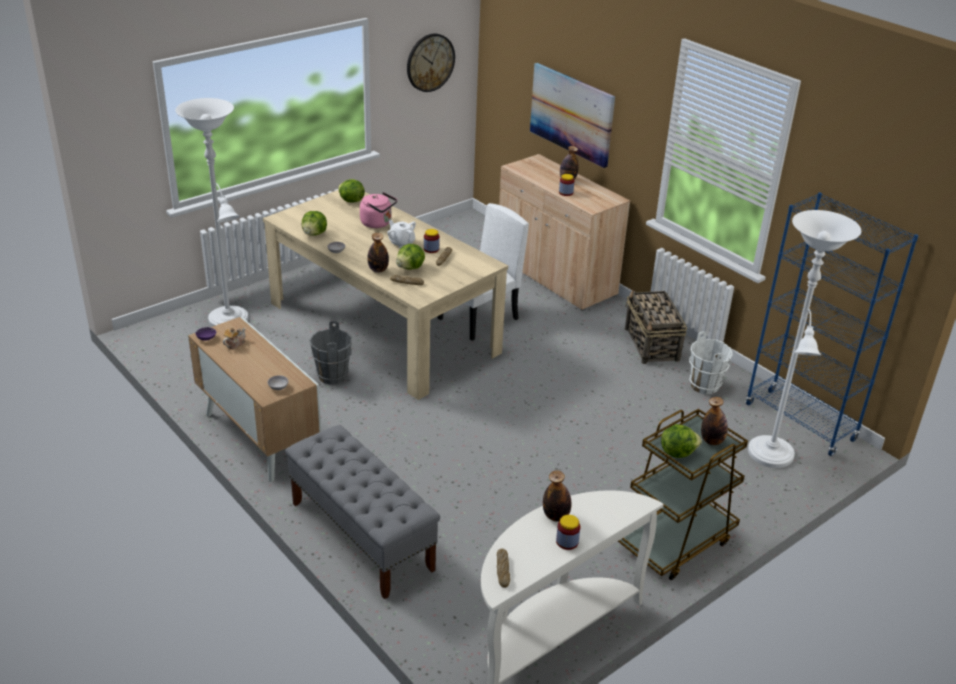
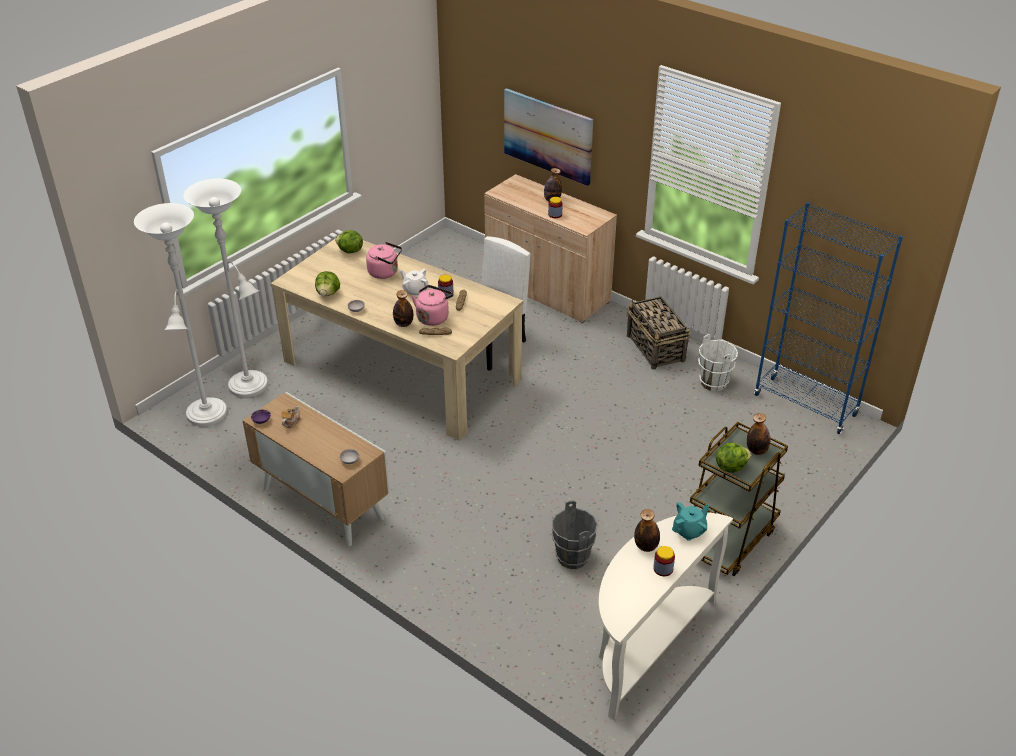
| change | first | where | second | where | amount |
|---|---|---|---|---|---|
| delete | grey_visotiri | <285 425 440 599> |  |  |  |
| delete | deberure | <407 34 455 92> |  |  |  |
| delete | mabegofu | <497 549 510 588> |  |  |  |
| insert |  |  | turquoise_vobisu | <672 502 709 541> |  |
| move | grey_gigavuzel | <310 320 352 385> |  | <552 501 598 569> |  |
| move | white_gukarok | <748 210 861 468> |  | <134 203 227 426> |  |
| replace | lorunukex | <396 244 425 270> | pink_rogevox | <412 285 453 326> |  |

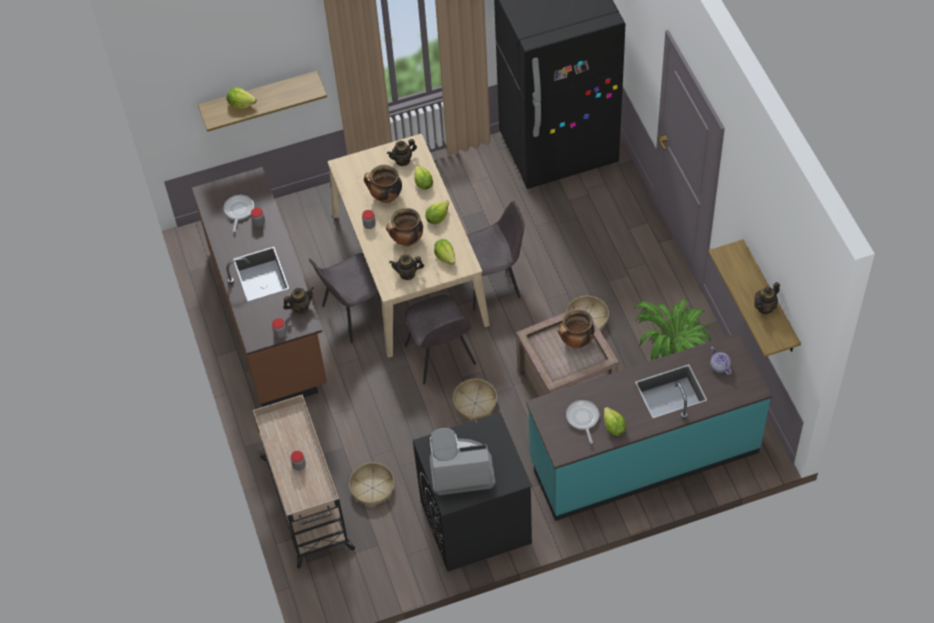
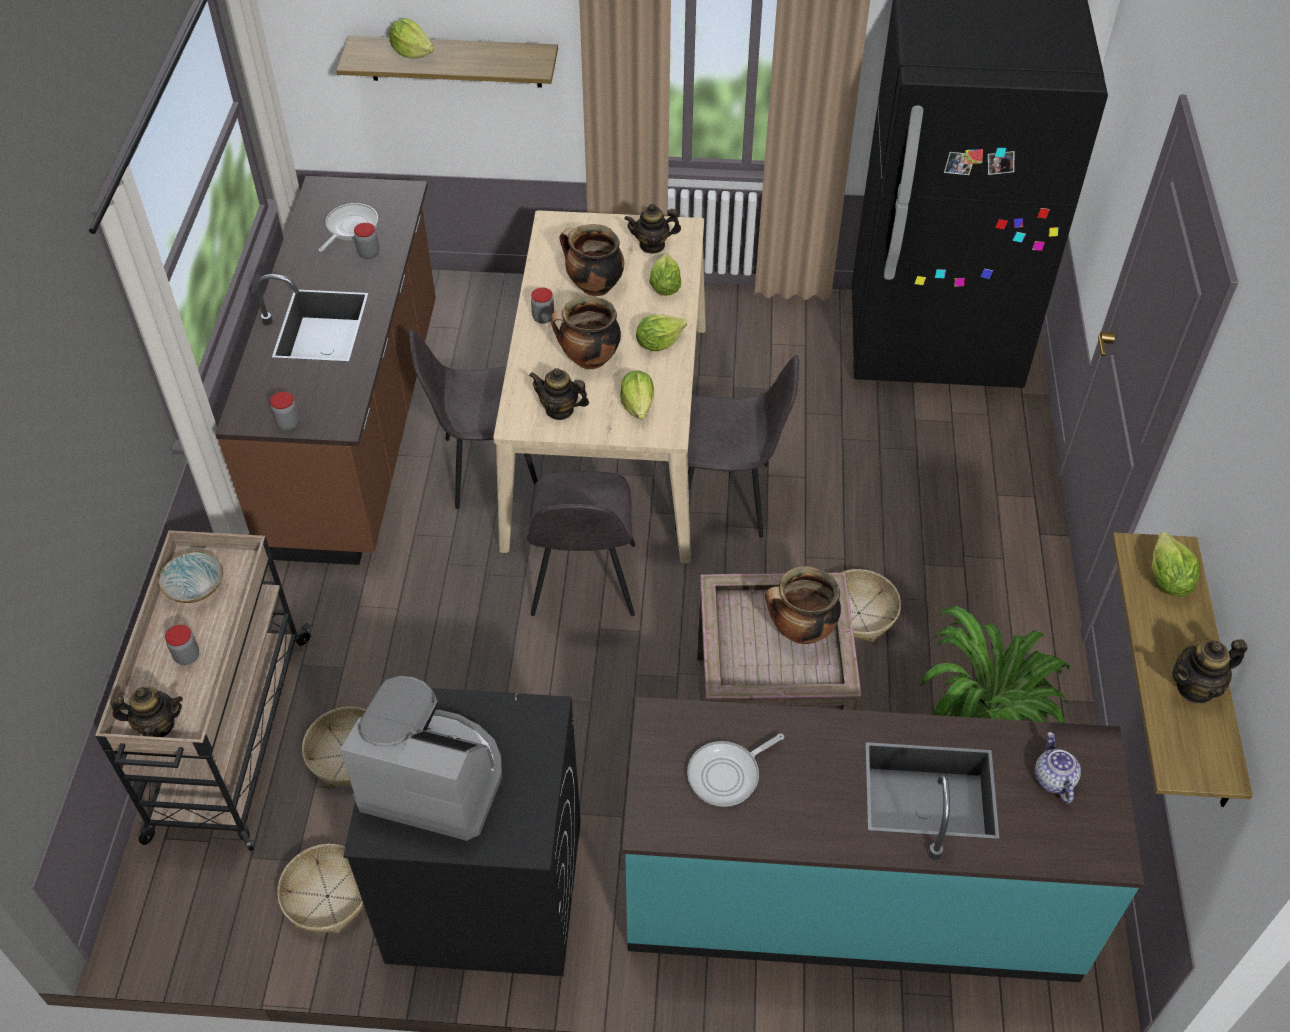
| change | first | where | second | where | amount |
|---|---|---|---|---|---|
| insert |  |  | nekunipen | <159 551 223 603> |  |
| move | vobisu | <283 287 314 313> |  | <110 686 183 737> |  |
| move | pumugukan | <453 379 497 420> |  | <277 844 364 933> |  |
| move | lorunukex | <604 407 626 436> |  | <1152 532 1200 597> |  |
| rotate | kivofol | <566 400 599 444> |  | <687 733 784 807> | 135 degrees counterclockwise |

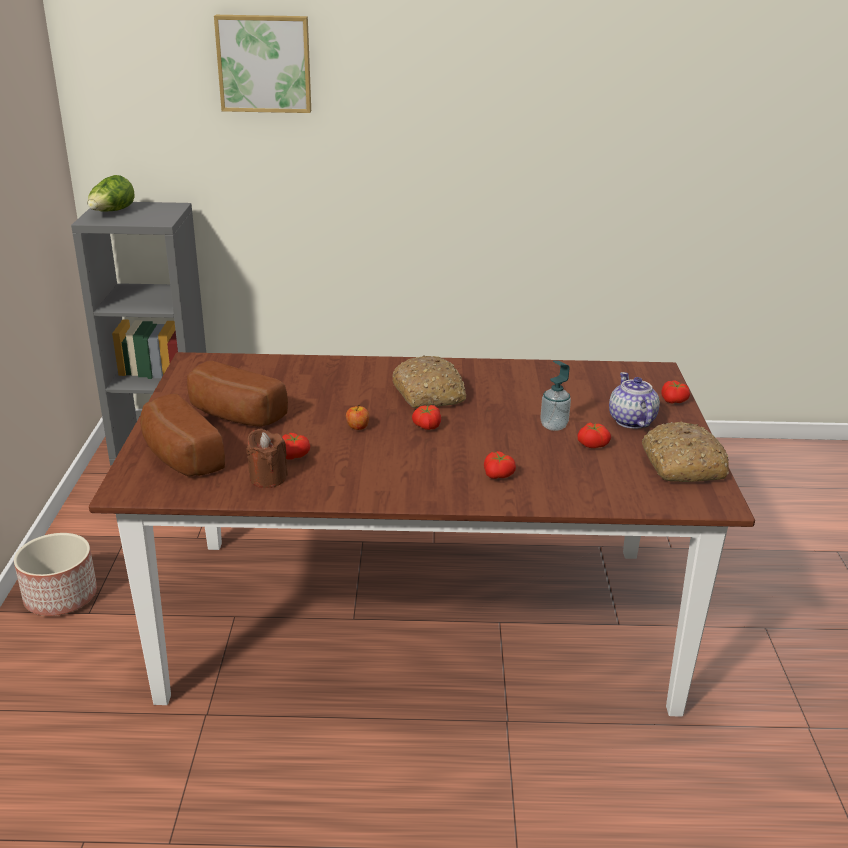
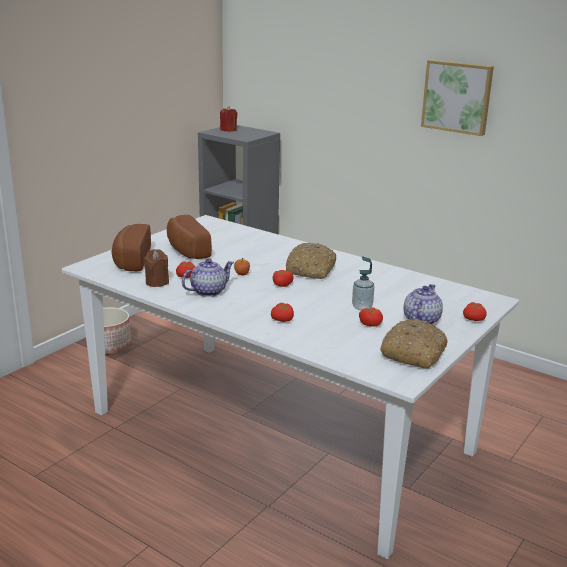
| change | first | where | second | where | amount |
|---|---|---|---|---|---|
| insert |  |  | vobisu | <182 259 234 297> |  |
| move | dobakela | <214 15 311 113> |  | <421 60 494 136> |  |
| replace | lorunukex | <88 175 135 212> | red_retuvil | <220 106 238 132> |  |
| recolor | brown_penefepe | <89 352 755 717> | white_penefepe | <62 215 519 559> |  |

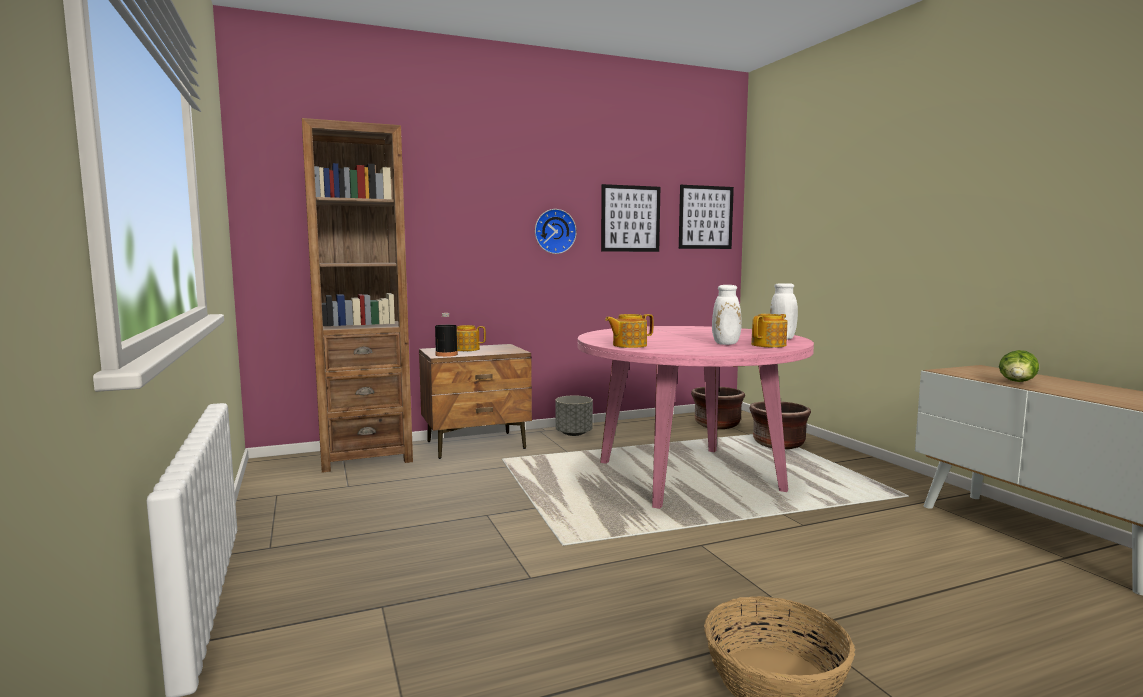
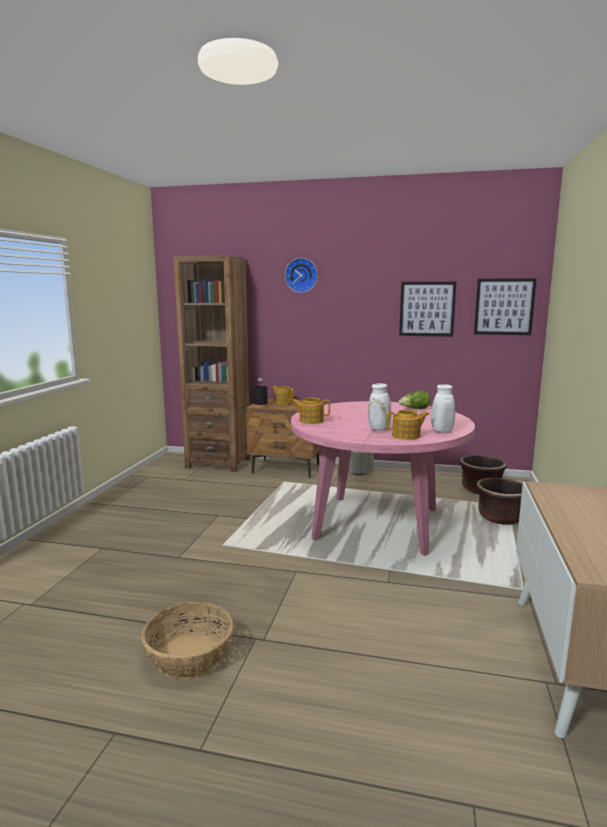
| change | first | where | second | where | amount |
|---|---|---|---|---|---|
| move | deberure | <535 209 577 254> |  | <285 258 318 293> |  |
| move | lorunukex | <999 350 1039 382> |  | <399 391 430 409> |  |

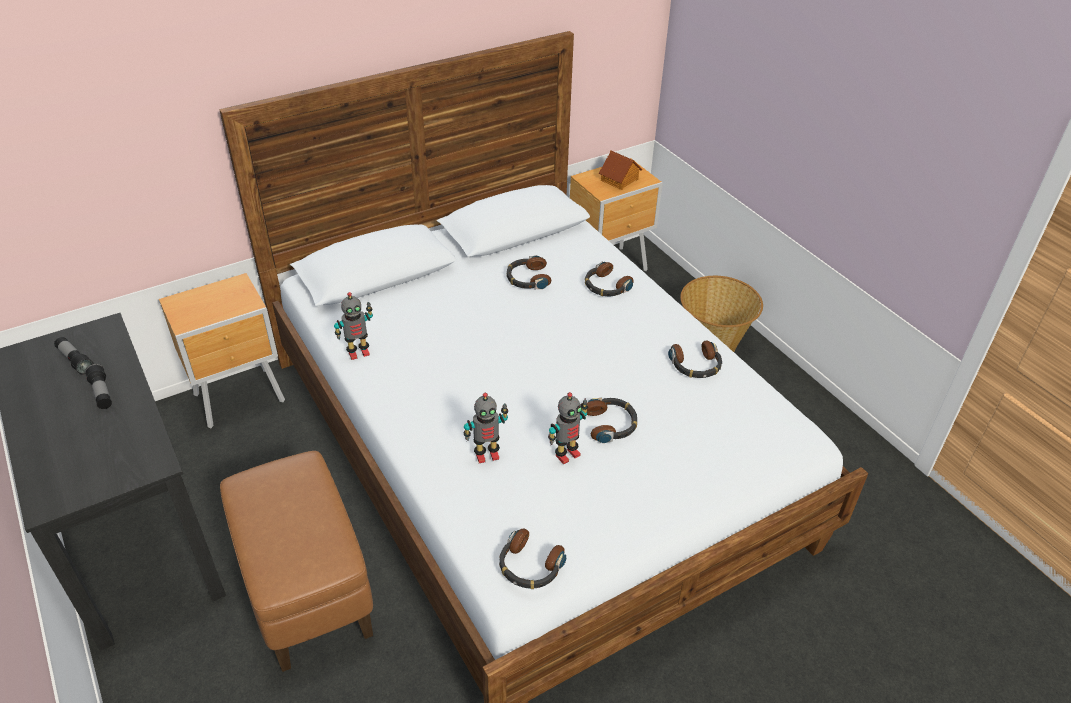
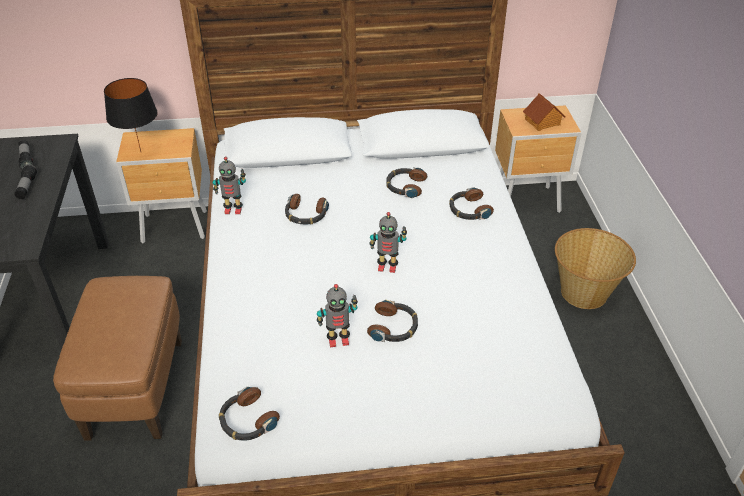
| change | first | where | second | where | amount |
|---|---|---|---|---|---|
| insert |  |  | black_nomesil | <104 78 158 151> |  |
| move | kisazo | <464 393 508 463> |  | <369 212 407 273> |  |
| move | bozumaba | <668 341 722 378> |  | <285 194 329 225> |  |

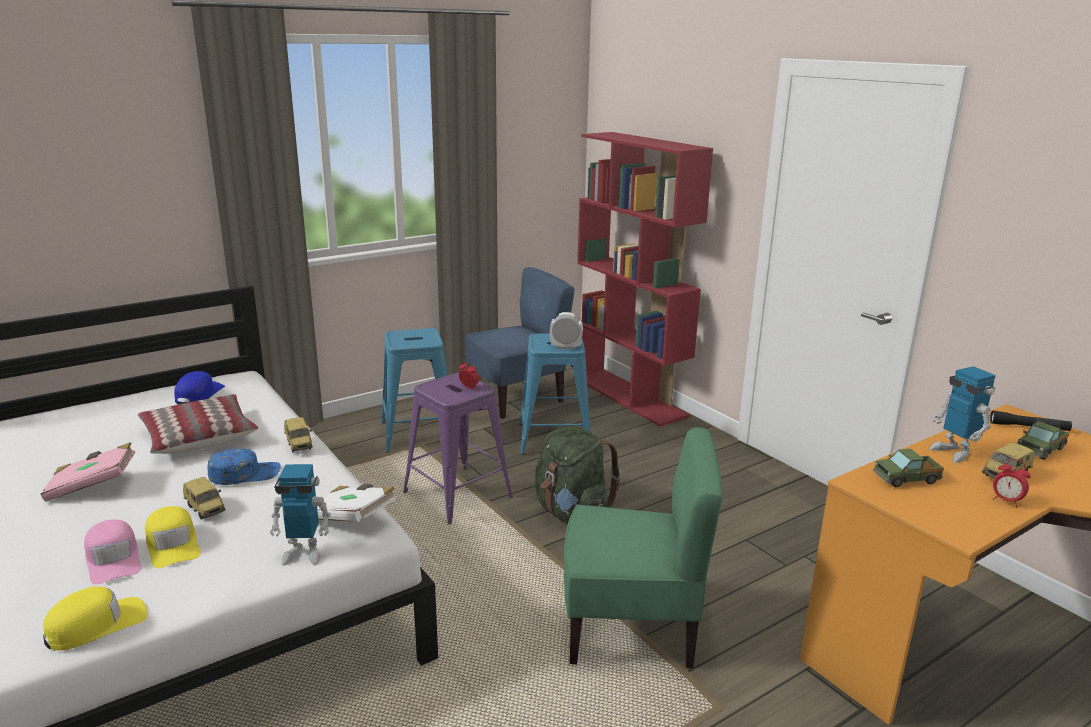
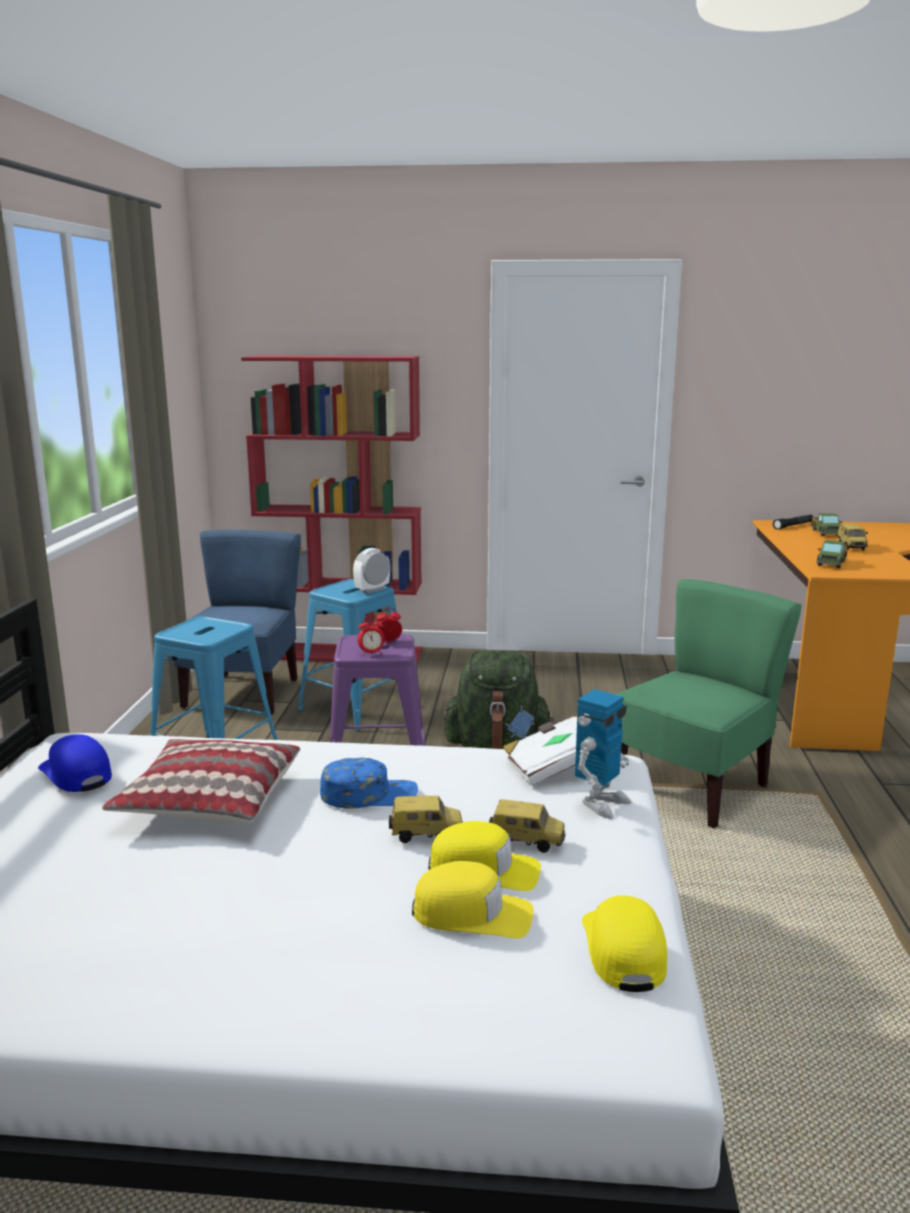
| change | first | where | second | where | amount |
|---|---|---|---|---|---|
| delete | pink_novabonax | <41 442 135 501> |  |  |  |
| delete | kisazo | <929 366 996 463> |  |  |  |
| move | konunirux | <284 417 313 453> |  | <489 800 565 853> |  |
| move | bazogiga | <992 459 1031 507> |  | <358 615 385 656> |  |
| recolor | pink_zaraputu | <84 519 142 584> | yellow_zaraputu | <412 861 533 938> |  |
| rotate | blue_zaraputu | <207 448 281 485> |  | <320 758 418 809> | 60 degrees clockwise |

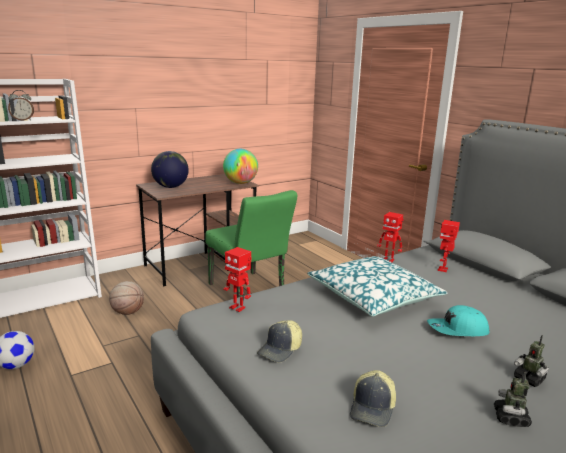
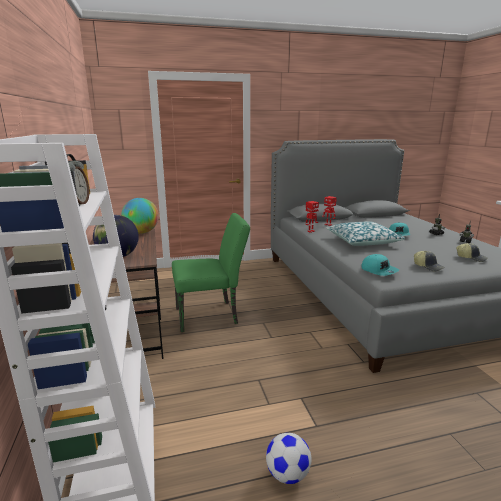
| change | first | where | second | where | amount |
|---|---|---|---|---|---|
| delete | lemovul | <109 281 144 315> |  |  |  |
| replace | kisazo | <224 247 252 312> | turquoise_zaraputu | <361 254 399 276> |  |

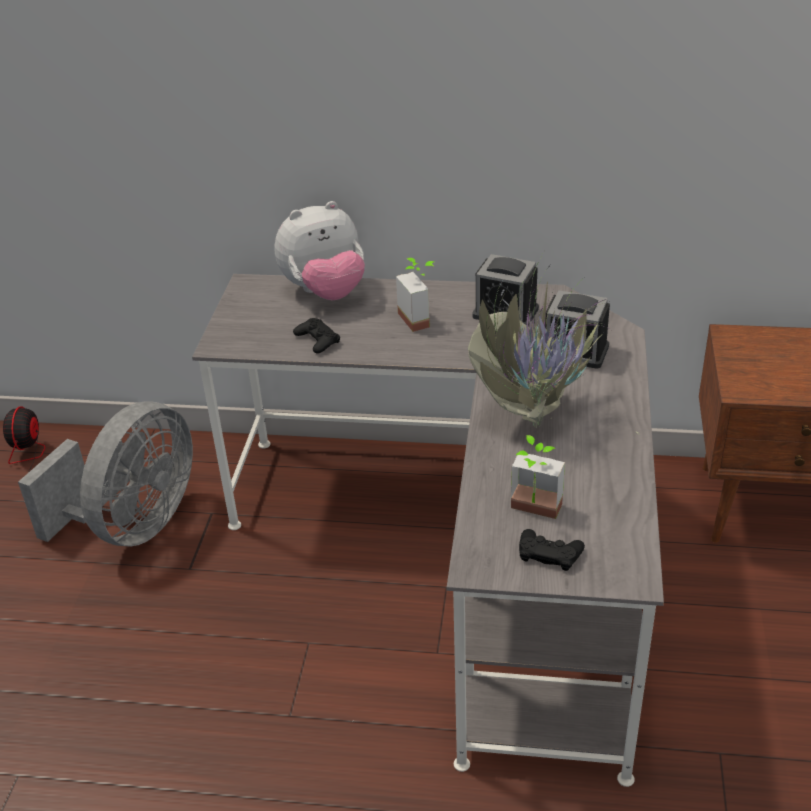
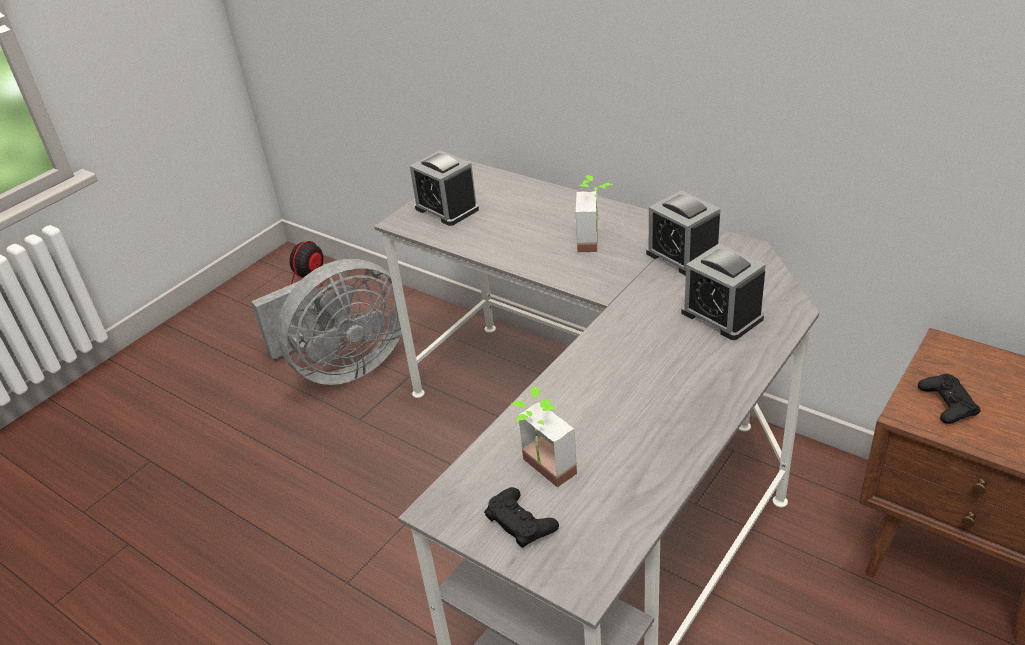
| change | first | where | second | where | amount |
|---|---|---|---|---|---|
| delete | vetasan | <275 201 365 300> |  |  |  |
| delete | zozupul | <468 244 640 435> |  |  |  |
| insert |  |  | bazogiga | <410 150 479 226> |  |
| move | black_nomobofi | <293 318 340 354> |  | <918 374 981 424> |  |

